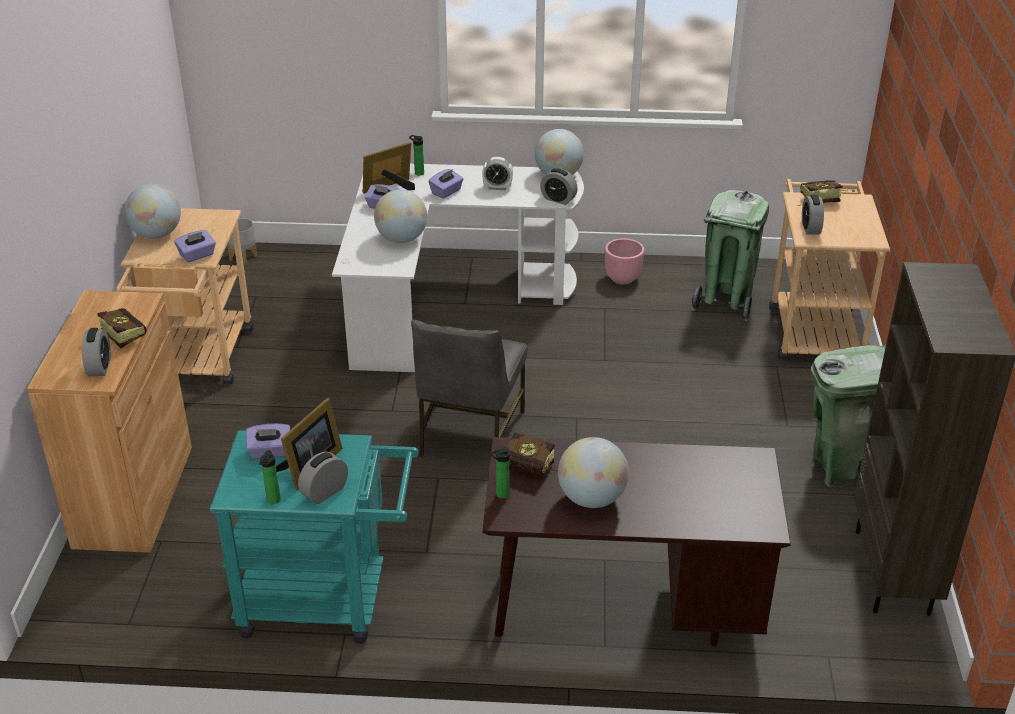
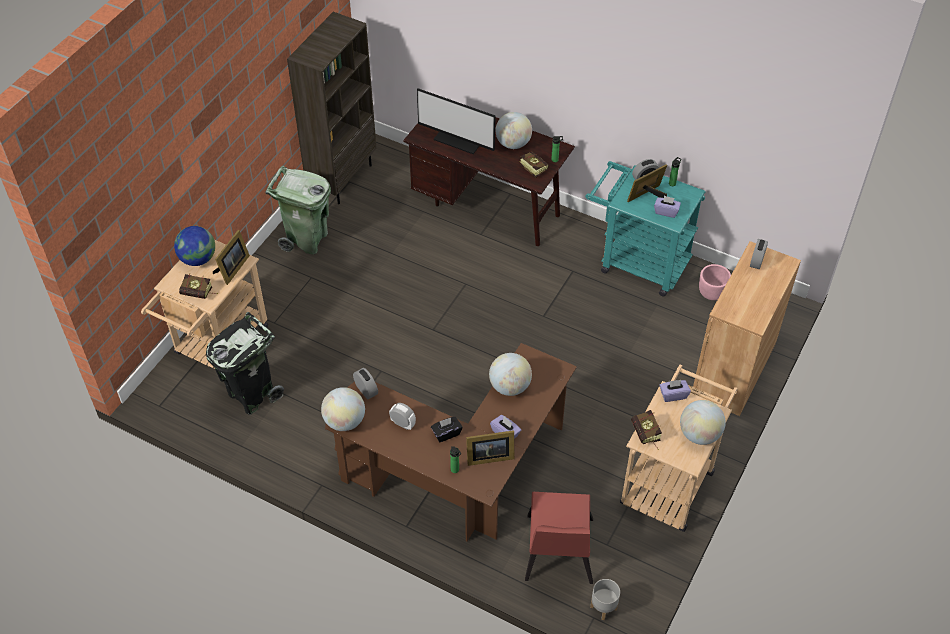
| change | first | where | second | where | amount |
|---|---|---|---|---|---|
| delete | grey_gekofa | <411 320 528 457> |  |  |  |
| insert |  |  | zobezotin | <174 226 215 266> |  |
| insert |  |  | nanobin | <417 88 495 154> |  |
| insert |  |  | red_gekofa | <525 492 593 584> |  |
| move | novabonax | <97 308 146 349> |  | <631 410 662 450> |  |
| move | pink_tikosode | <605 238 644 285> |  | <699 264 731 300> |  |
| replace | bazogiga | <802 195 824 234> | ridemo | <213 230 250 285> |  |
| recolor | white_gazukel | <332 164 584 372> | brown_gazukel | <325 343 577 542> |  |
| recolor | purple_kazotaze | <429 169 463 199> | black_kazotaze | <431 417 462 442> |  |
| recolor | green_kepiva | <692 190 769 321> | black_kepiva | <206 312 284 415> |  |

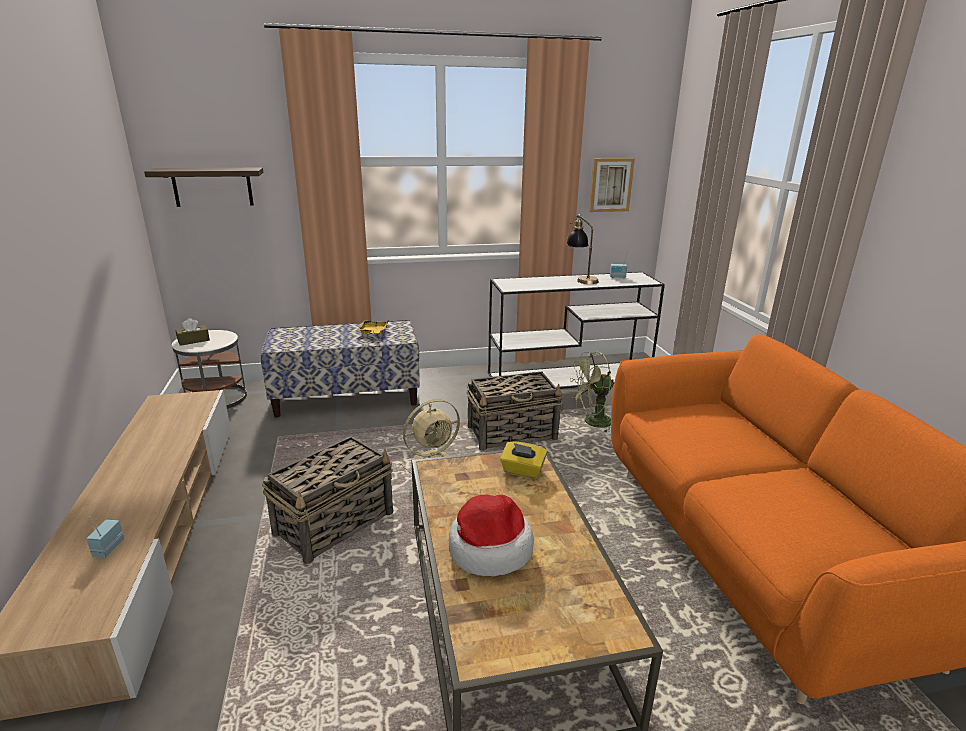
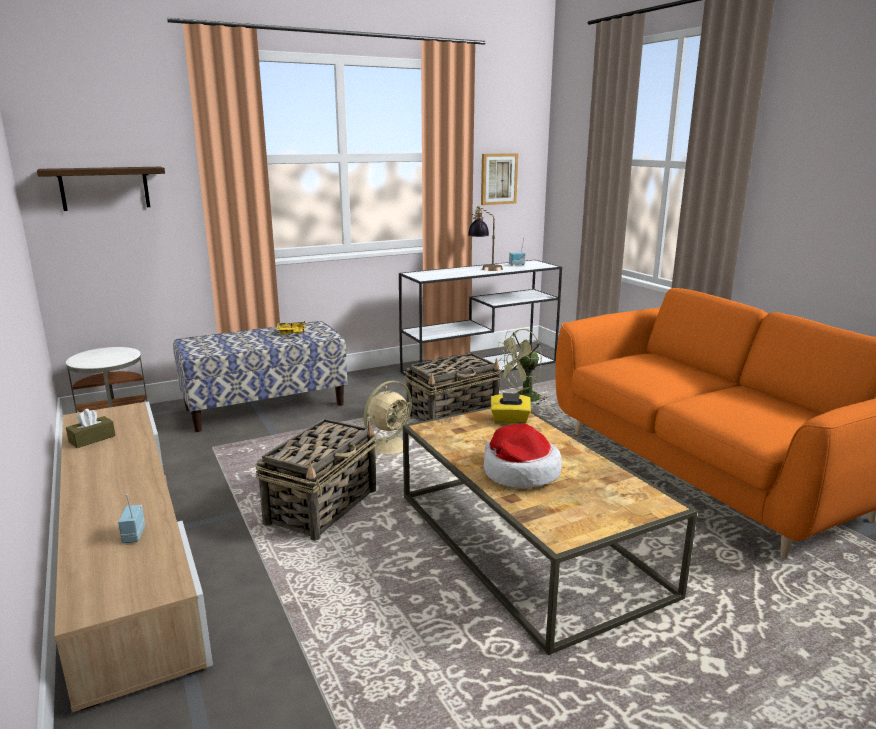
| change | first | where | second | where | amount |
|---|---|---|---|---|---|
| move | brown_kazotaze | <176 318 210 346> |  | <66 409 116 448> |  |

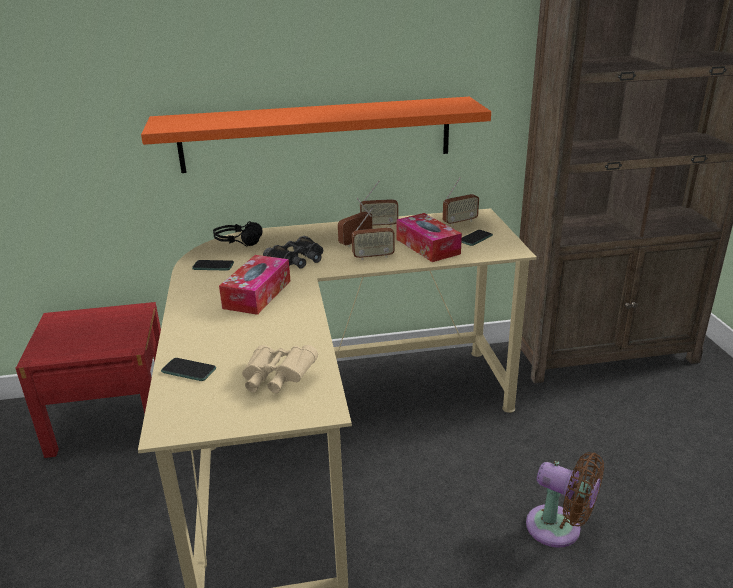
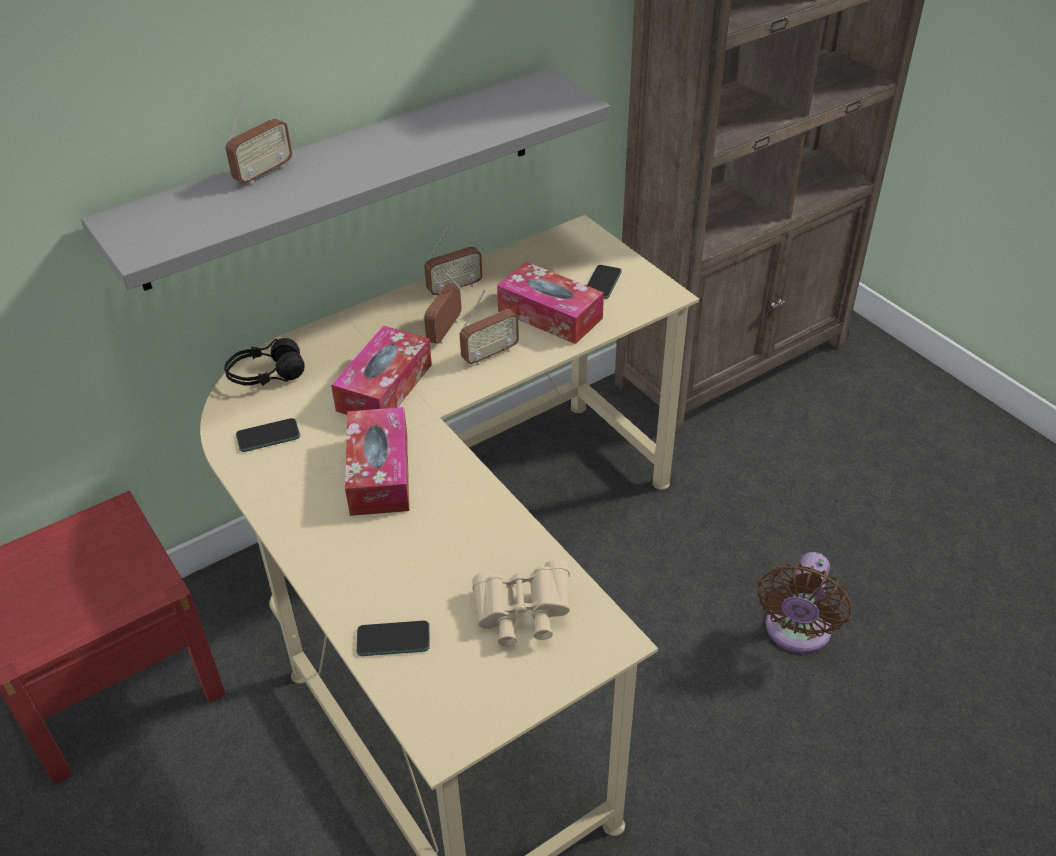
| change | first | where | second | where | amount |
|---|---|---|---|---|---|
| move | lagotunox | <443 177 479 226> |  | <226 94 292 185> |  |
| replace | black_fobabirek | <263 236 323 269> | kazotaze | <331 326 432 415> |  |
| recolor | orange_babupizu | <141 97 491 173> | grey_babupizu | <81 67 610 291> |  |
| rotate | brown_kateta | <526 452 604 547> |  | <757 552 851 654> | 105 degrees clockwise |

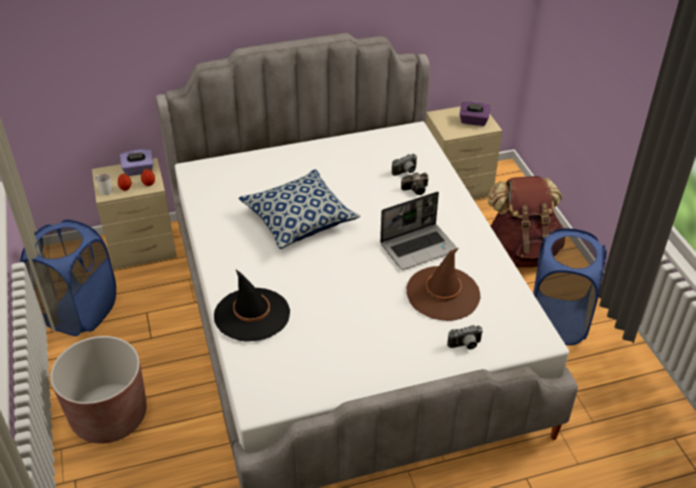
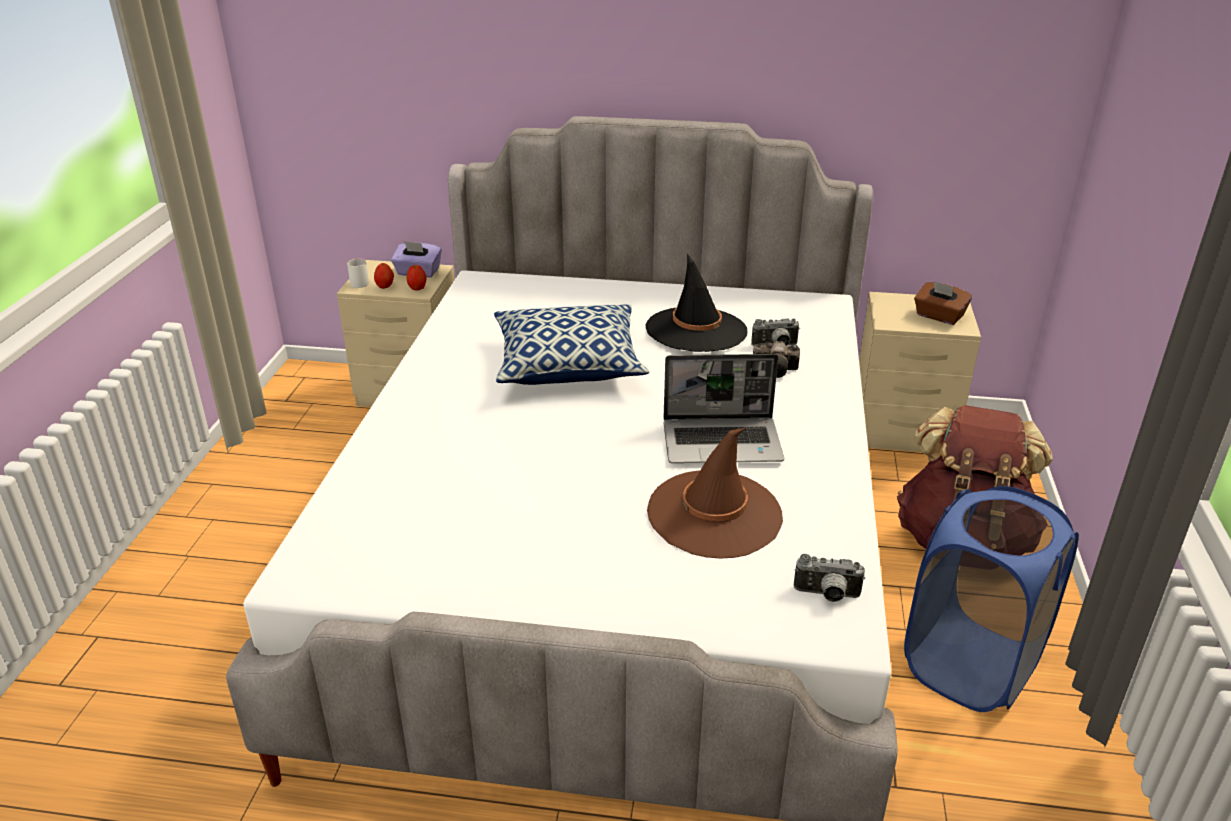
| change | first | where | second | where | amount |
|---|---|---|---|---|---|
| delete | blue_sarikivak | <20 220 116 336> |  |  |  |
| delete | brown_tikosode | <50 336 147 444> |  |  |  |
| move | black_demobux | <214 270 290 342> |  | <645 253 747 352> |  |
| move | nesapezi | <447 325 483 349> |  | <794 554 865 602> |  |
| recolor | purple_kazotaze | <459 101 491 126> | brown_kazotaze | <914 281 972 325> |  |

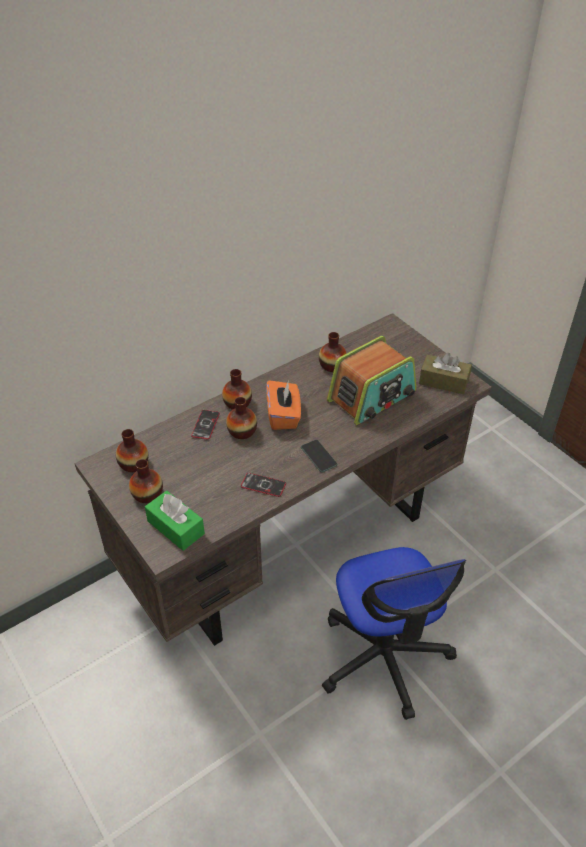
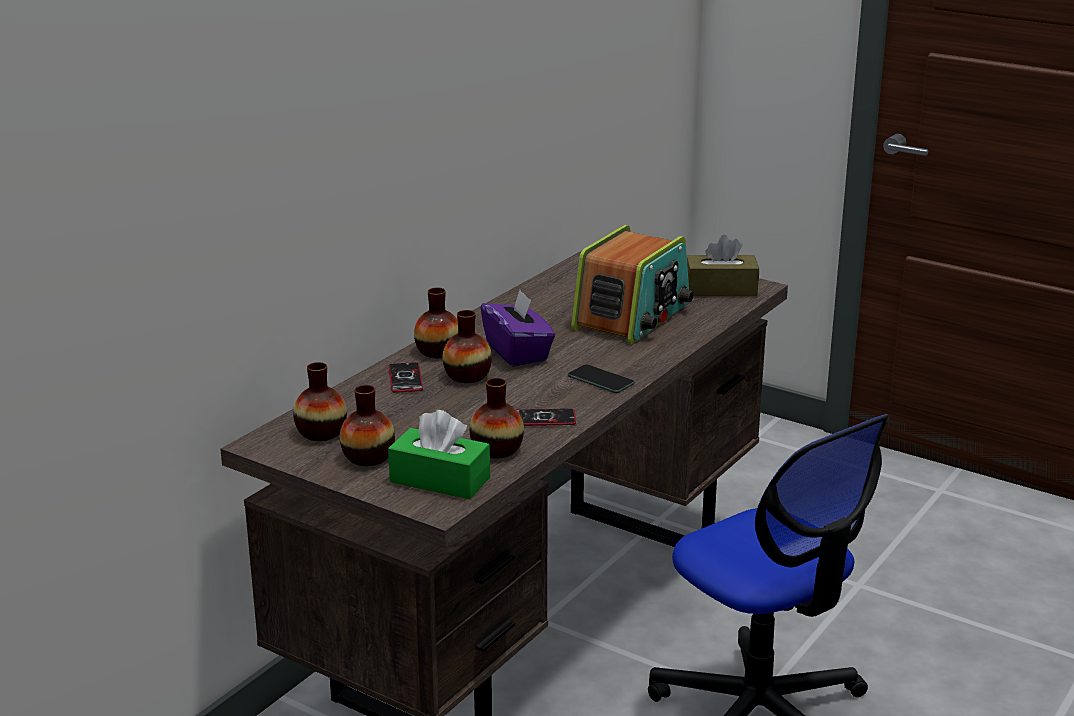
| change | first | where | second | where | amount |
|---|---|---|---|---|---|
| move | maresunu | <319 332 347 372> |  | <470 378 524 459> |  |
| recolor | orange_kazotaze | <266 380 301 430> | purple_kazotaze | <481 289 555 367> |  |

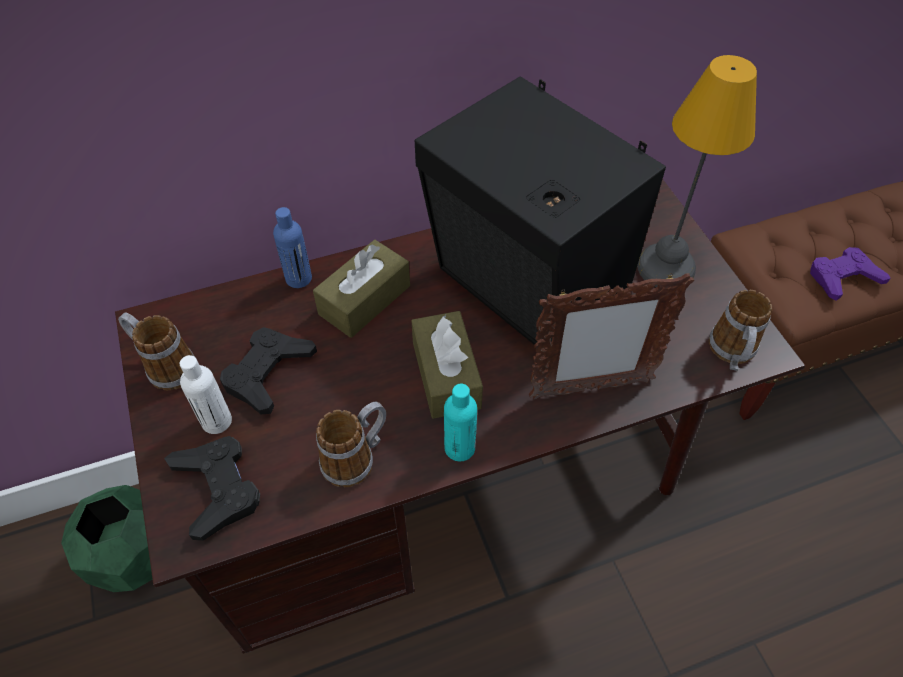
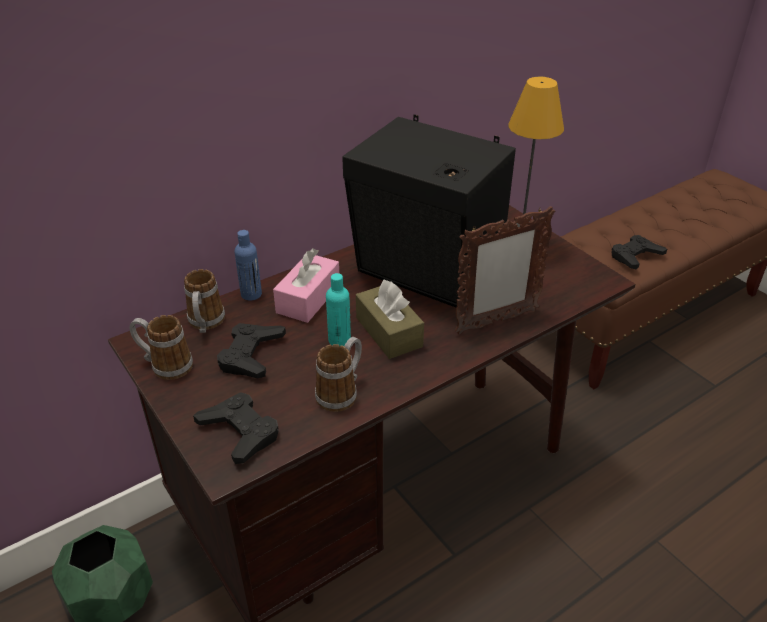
| change | first | where | second | where | amount |
|---|---|---|---|---|---|
| delete | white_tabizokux | <180 355 232 434> |  |  |  |
| move | turquoise_tabizokux | <444 383 477 461> |  | <326 273 351 346> |  |
| move | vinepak | <709 290 772 371> |  | <184 269 225 333> |  |
| recolor | brown_kazotaze | <313 240 410 338> | pink_kazotaze | <273 248 339 323> |  |
| recolor | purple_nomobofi | <810 247 891 300> | black_nomobofi | <612 235 667 269> |  |

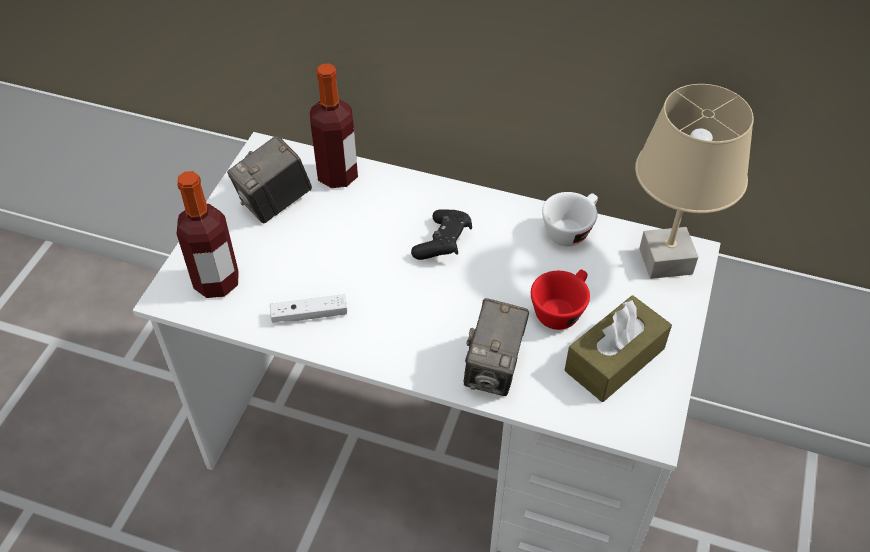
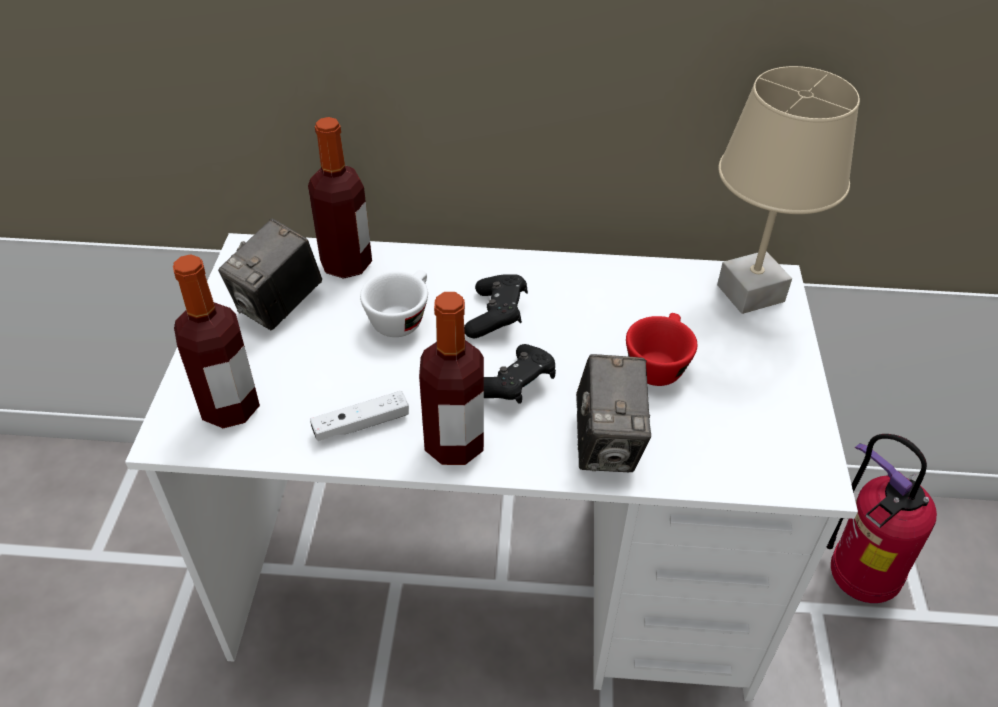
| change | first | where | second | where | amount |
|---|---|---|---|---|---|
| delete | brown_kazotaze | <565 295 672 402> |  |  |  |
| insert |  |  | tabizokux | <419 292 484 465> |  |
| insert |  |  | black_nomobofi | <484 344 556 404> |  |
| insert |  |  | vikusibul | <826 434 937 603> |  |
| move | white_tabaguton | <542 192 598 247> |  | <360 270 428 337> |  |

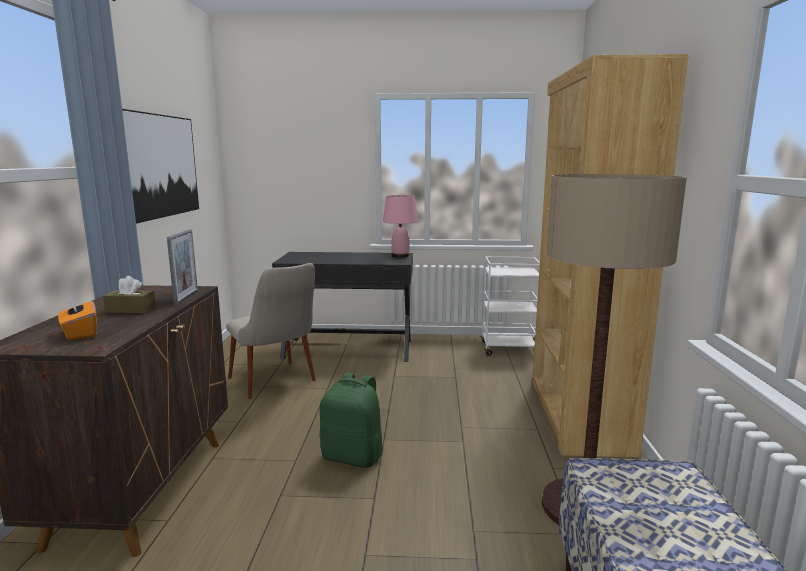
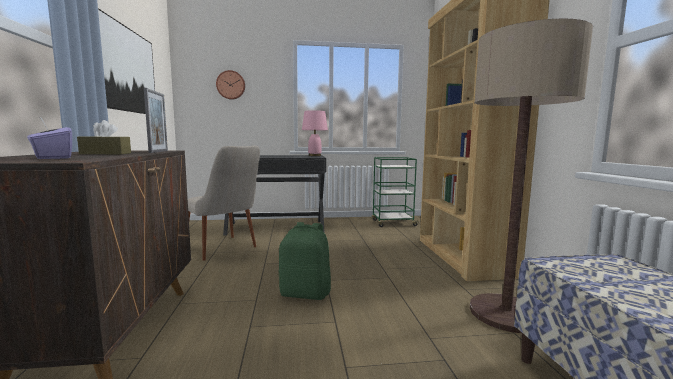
| change | first | where | second | where | amount |
|---|---|---|---|---|---|
| insert |  |  | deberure | <216 70 245 100> |  |
| recolor | orange_kazotaze | <58 296 97 341> | purple_kazotaze | <27 118 72 159> |  |
| recolor | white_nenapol | <481 257 540 356> | green_nenapol | <372 157 419 227> |  |

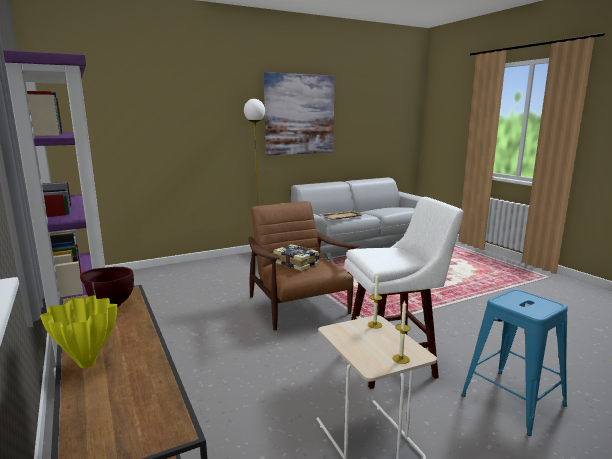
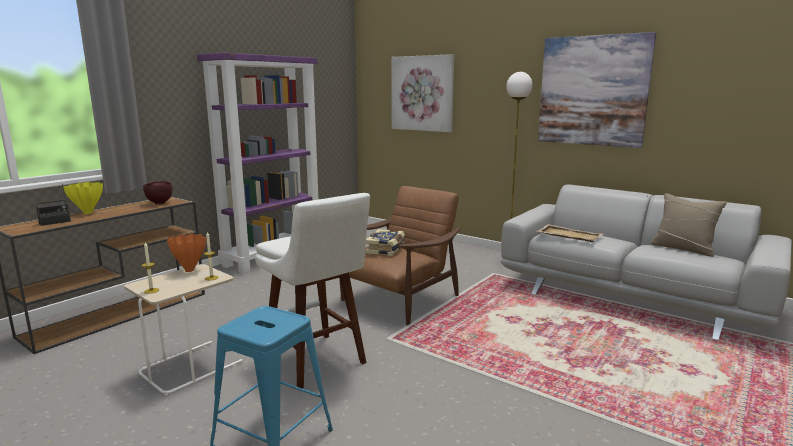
| change | first | where | second | where | amount |
|---|---|---|---|---|---|
| insert |  |  | lagotunox | <36 184 71 226> |  |
| insert |  |  | orange_maresunu | <167 233 206 272> |  |
| insert |  |  | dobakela | <391 54 454 132> |  |
| insert |  |  | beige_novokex | <651 193 727 257> |  |

